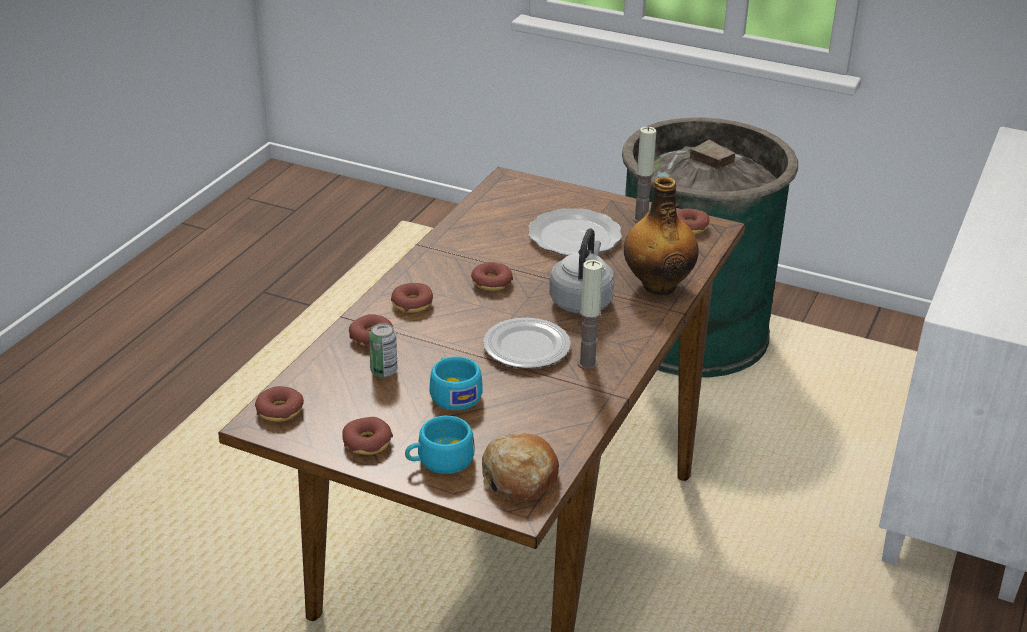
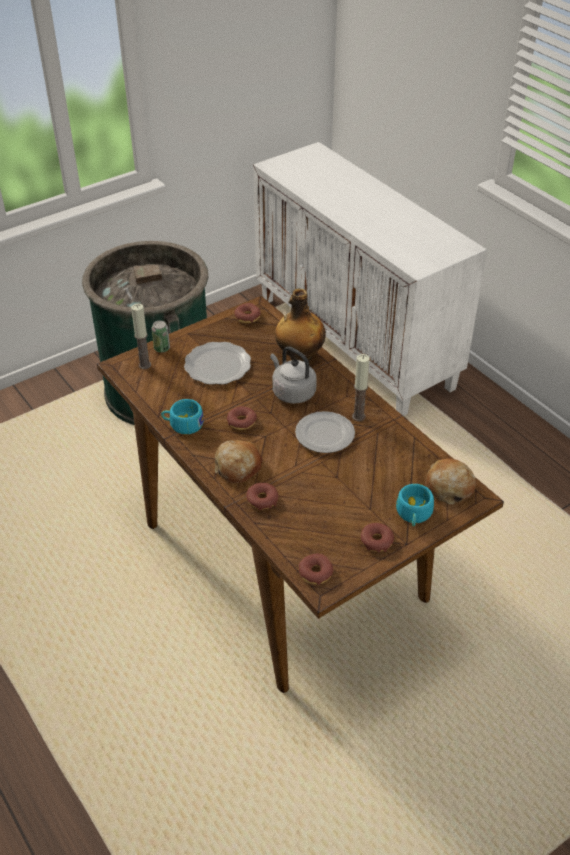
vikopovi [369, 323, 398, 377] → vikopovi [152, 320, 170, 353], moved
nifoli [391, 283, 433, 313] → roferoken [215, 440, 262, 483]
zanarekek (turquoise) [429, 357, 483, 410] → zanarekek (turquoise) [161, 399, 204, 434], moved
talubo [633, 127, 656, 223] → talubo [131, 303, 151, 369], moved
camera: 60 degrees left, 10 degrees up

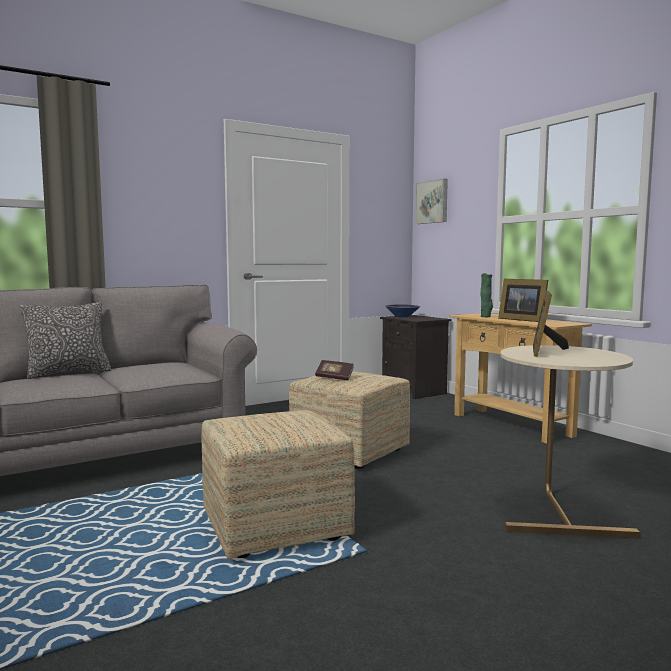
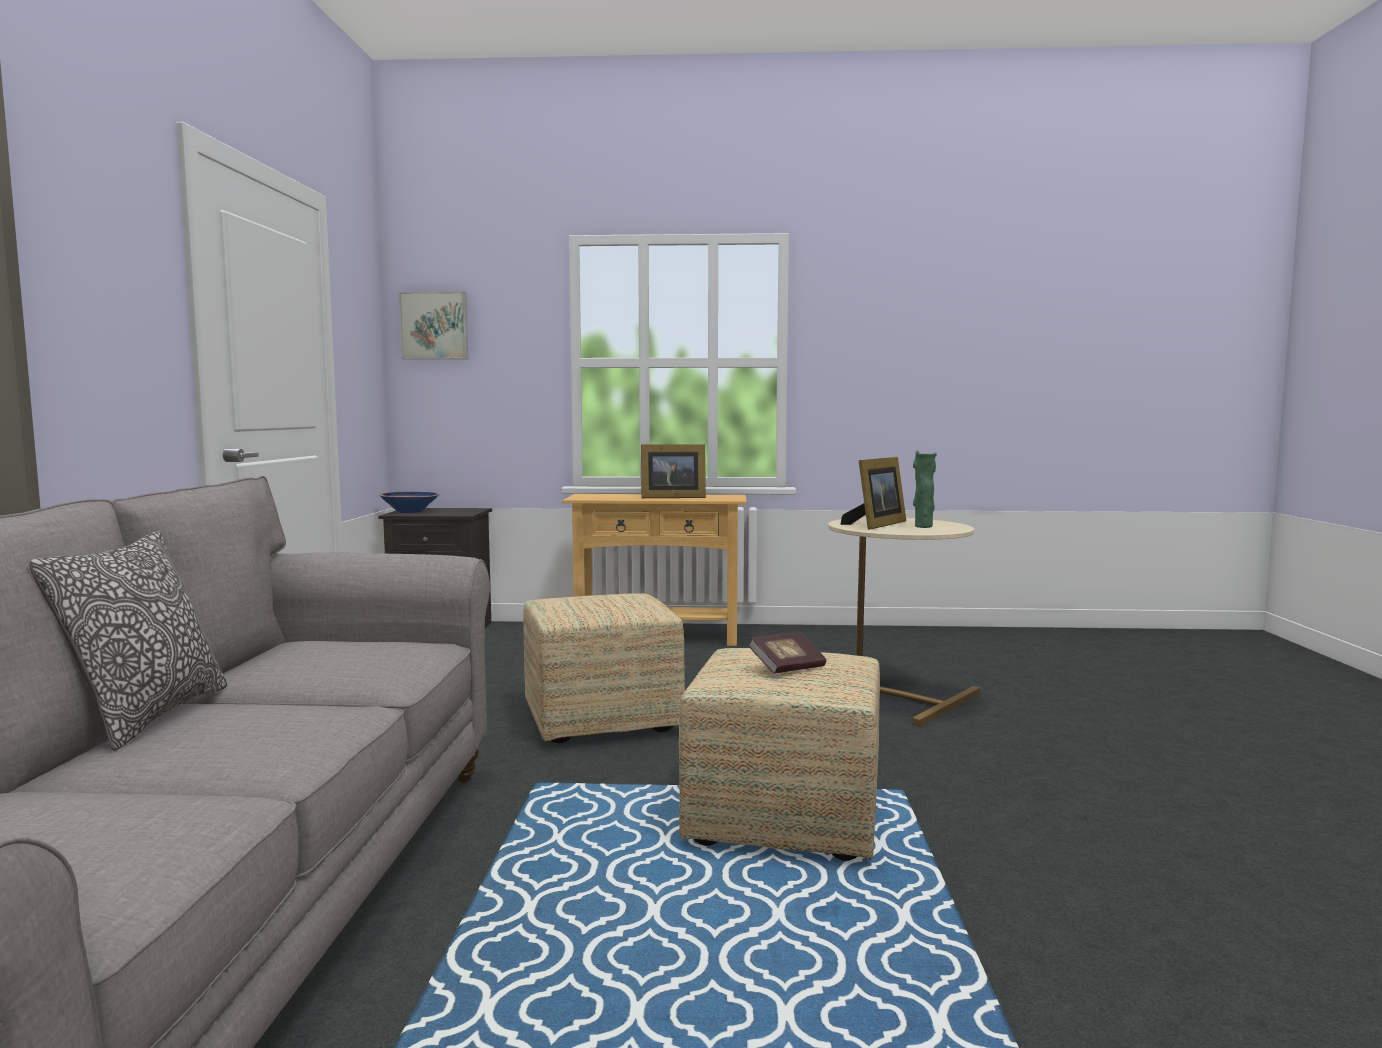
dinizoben [315, 360, 354, 381] → dinizoben [748, 632, 826, 674], moved
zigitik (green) [481, 273, 493, 317] → zigitik (green) [913, 451, 937, 528], moved
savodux [533, 291, 569, 357] → savodux [841, 457, 906, 530], 105 degrees counterclockwise
camera: 55 degrees left, 0 degrees up

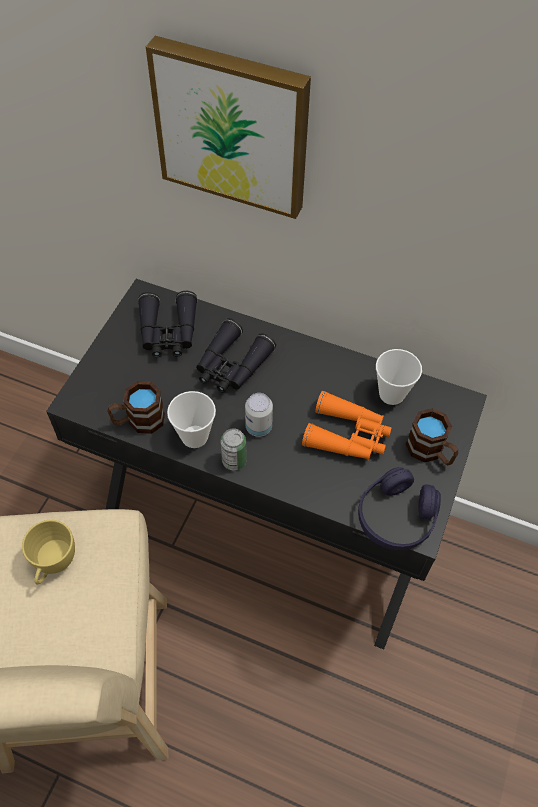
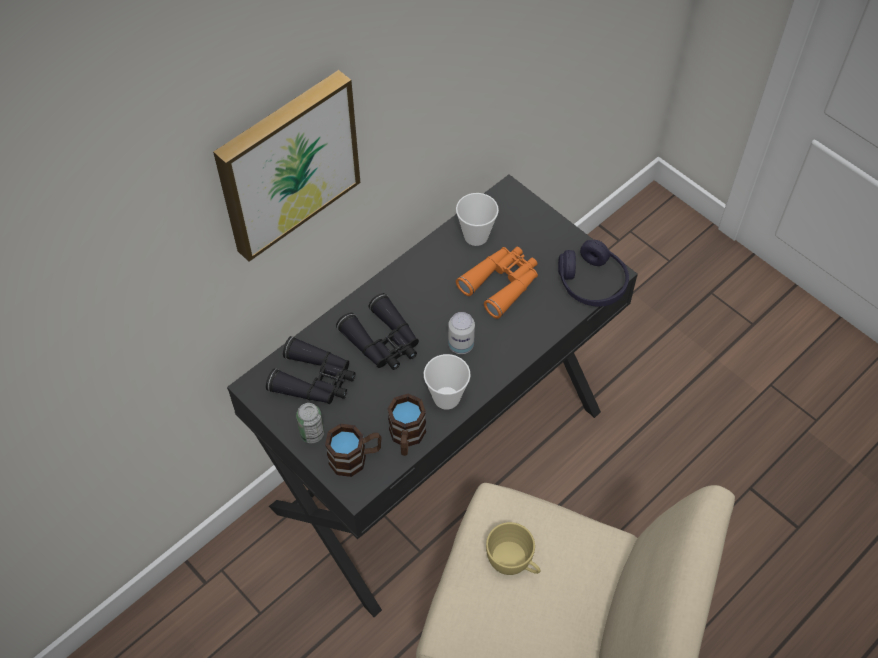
vikopovi [221, 428, 247, 471] → vikopovi [296, 403, 324, 443], moved
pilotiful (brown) [406, 408, 458, 465] → pilotiful (brown) [325, 424, 381, 477], moved
camera: 65 degrees left, 0 degrees up

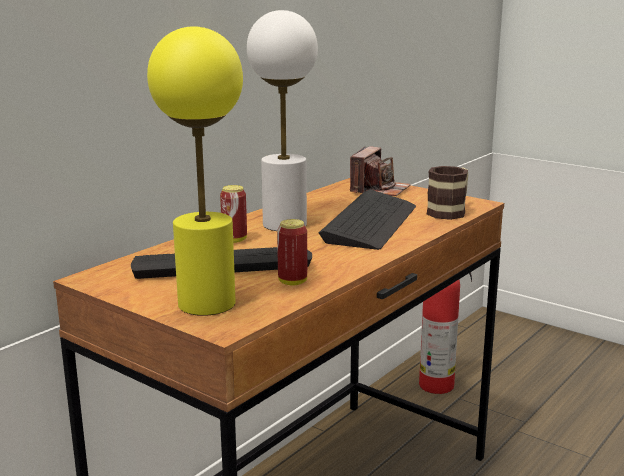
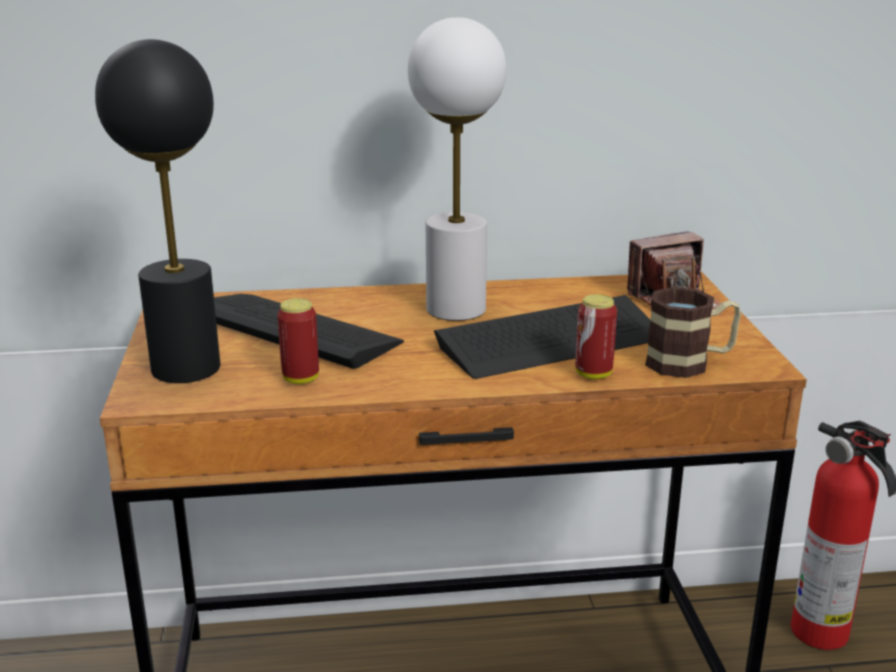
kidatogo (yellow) [147, 26, 243, 316] → kidatogo (black) [95, 39, 220, 383]
vikopovi [220, 185, 247, 243] → vikopovi [575, 294, 617, 379], moved
camera: 45 degrees right, 5 degrees up

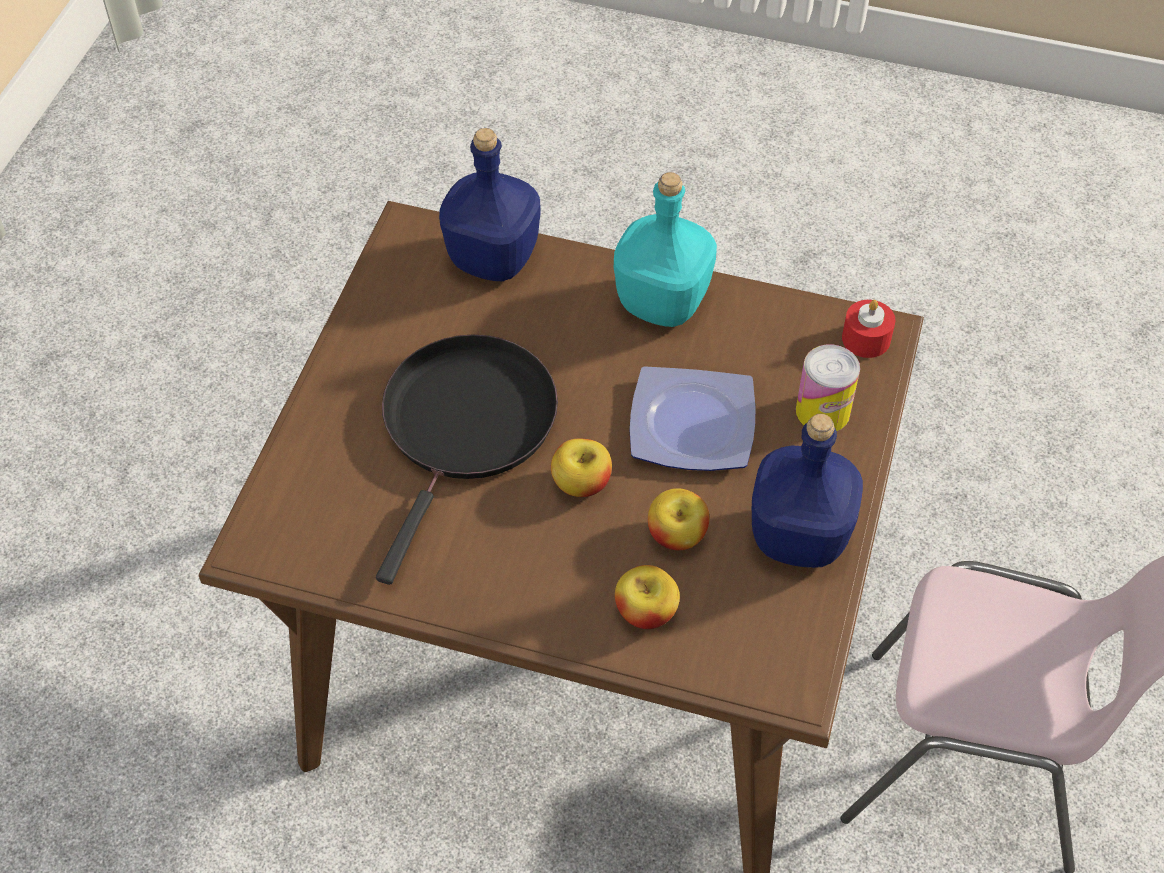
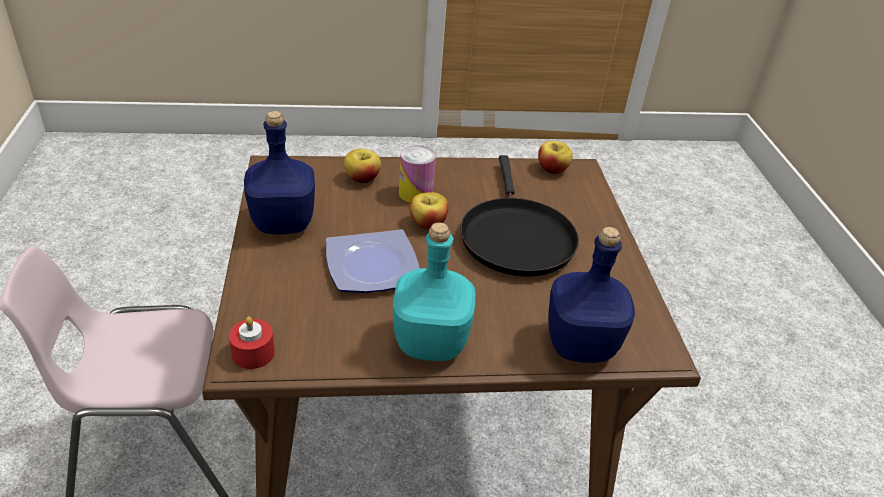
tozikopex [648, 488, 709, 550] → tozikopex [538, 141, 573, 174], moved
vikopovi [796, 345, 860, 431] → vikopovi [399, 146, 436, 203], moved
camera: 155 degrees right, 15 degrees down

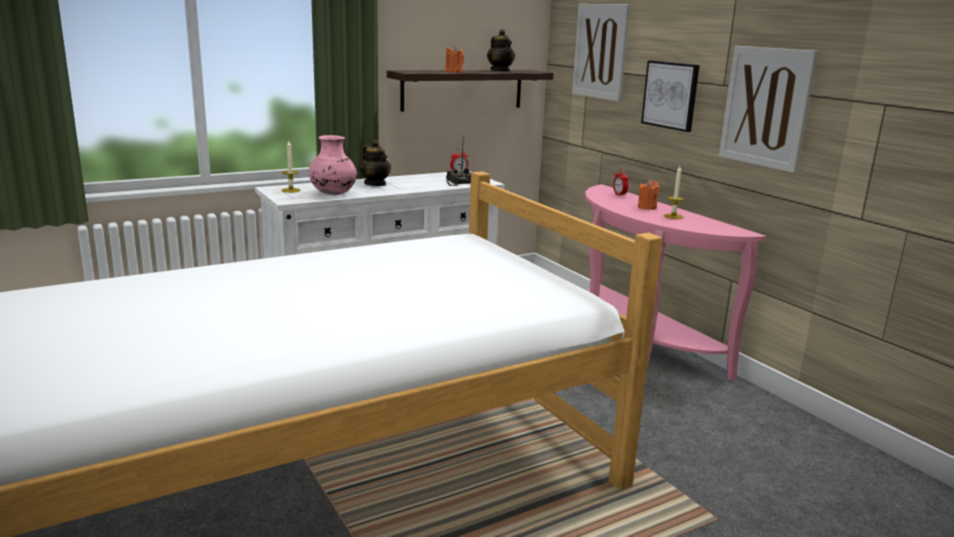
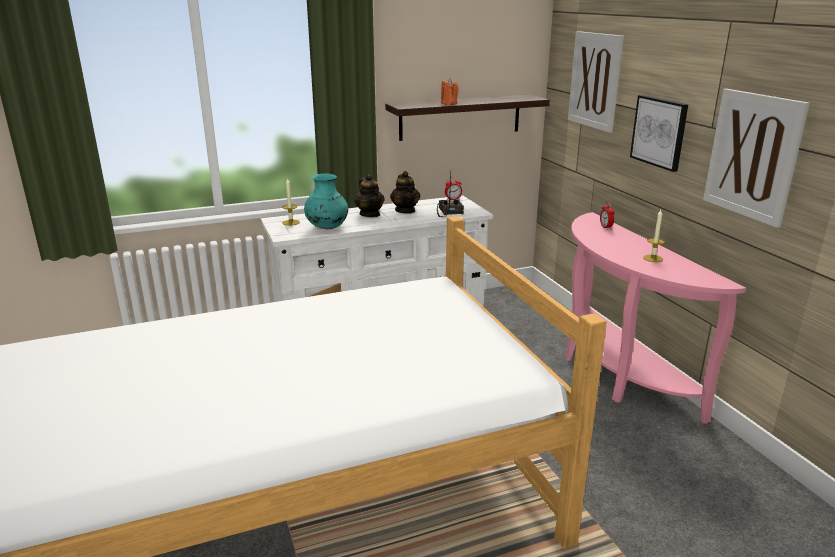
zigitik (pink) [308, 135, 357, 195] → zigitik (turquoise) [304, 173, 348, 229]
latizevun [487, 29, 515, 72] → latizevun [390, 171, 420, 214], moved
talubo (orange) [638, 180, 659, 210] → -
camera: 10 degrees right, 5 degrees up

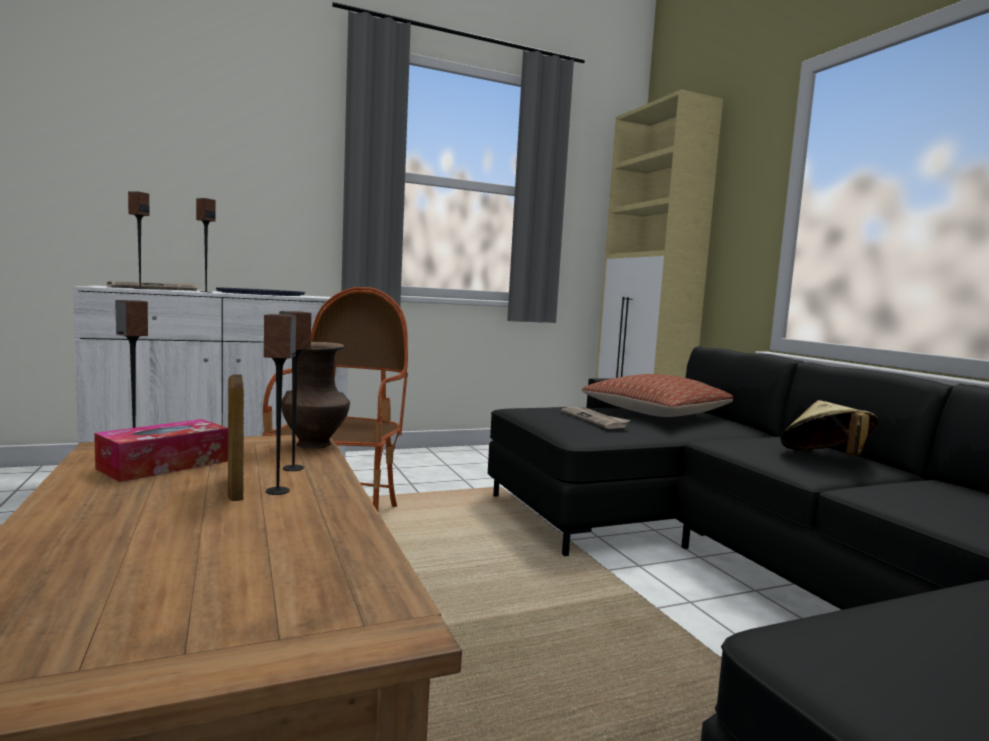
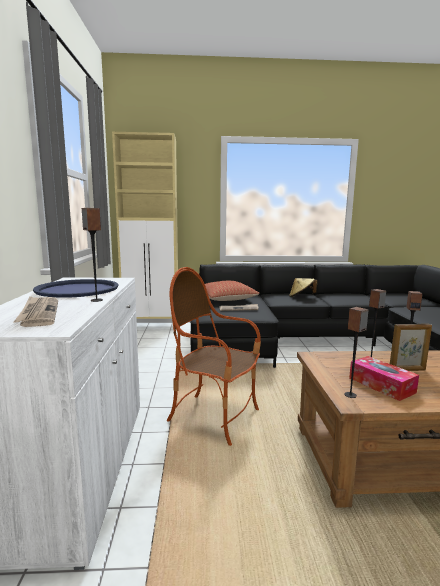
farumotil [128, 191, 149, 289] → -
zigitik (brown) [281, 342, 350, 449] → -
camera: 70 degrees left, 5 degrees up

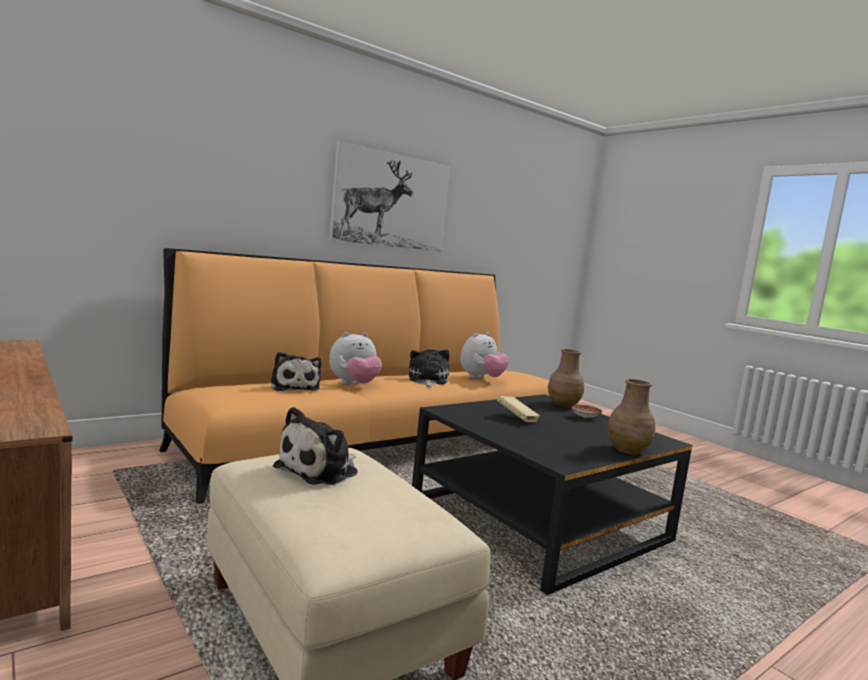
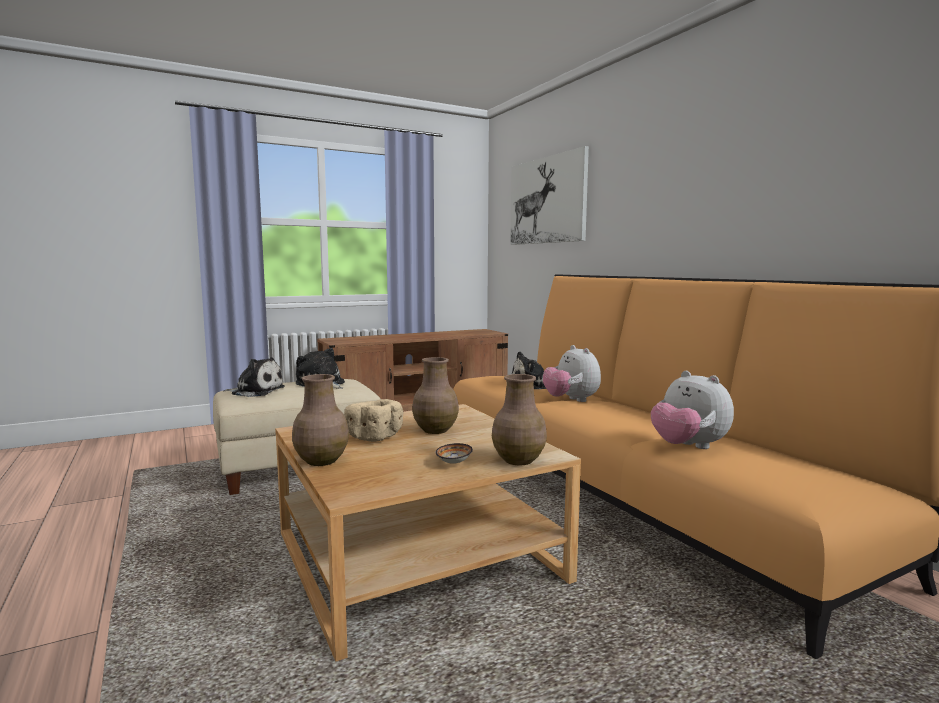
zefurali [329, 141, 450, 252] → zefurali [510, 146, 589, 245], moved
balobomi [408, 349, 449, 388] → balobomi [223, 357, 285, 397], moved
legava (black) [412, 394, 692, 595] → legava (beige) [275, 404, 581, 662]
dinizoben (beige) [497, 396, 540, 422] → zigitik (brown) [412, 357, 459, 434]
- → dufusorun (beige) [344, 399, 403, 442]
camera: 100 degrees right, 0 degrees up

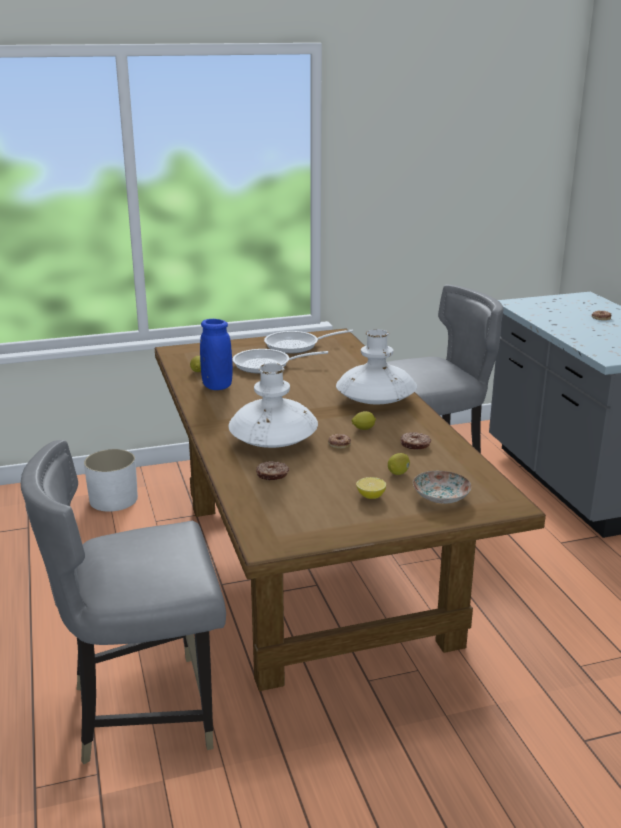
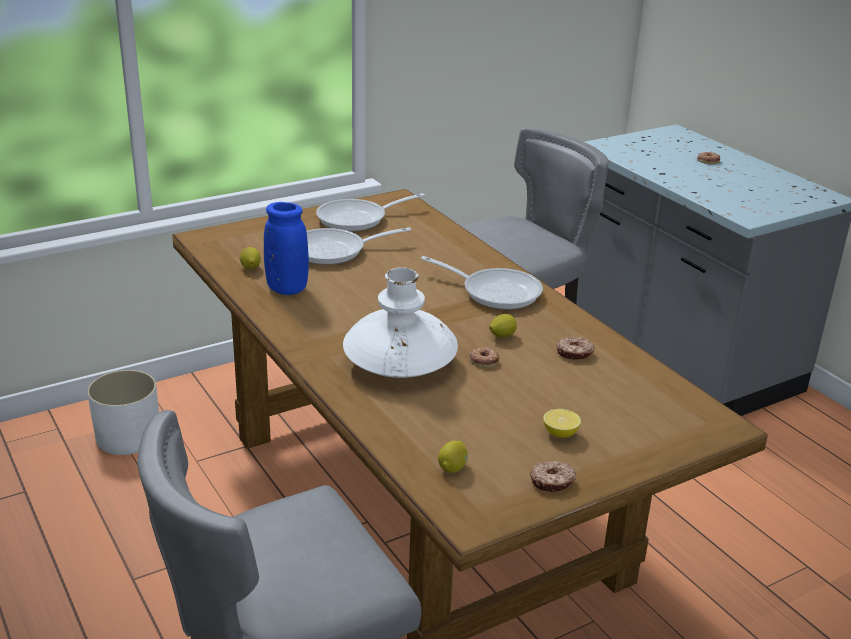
nifoli [256, 461, 289, 480] → nifoli [530, 461, 576, 492], moved
zigitik (white) [336, 329, 417, 404] → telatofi [421, 256, 543, 310]
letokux [388, 453, 410, 475] → letokux [438, 441, 468, 473], moved
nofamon [413, 471, 471, 504] → -
camera: 15 degrees left, 5 degrees up

